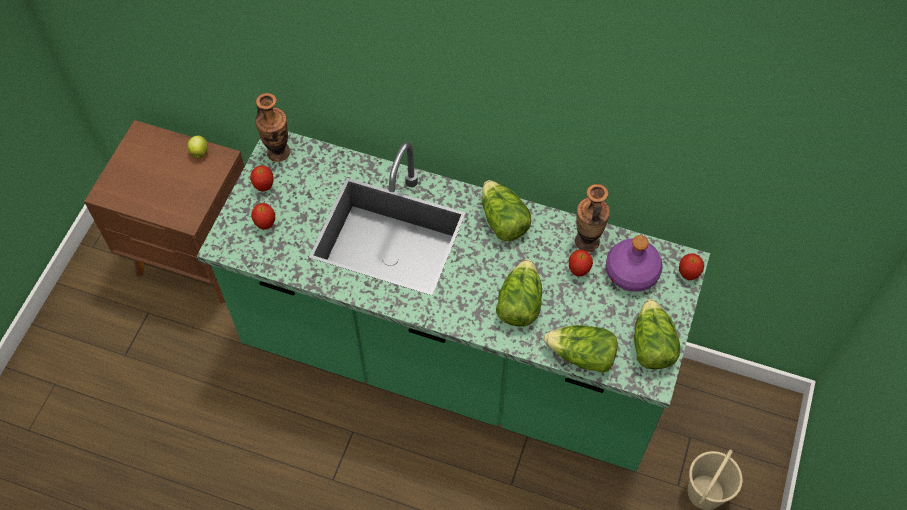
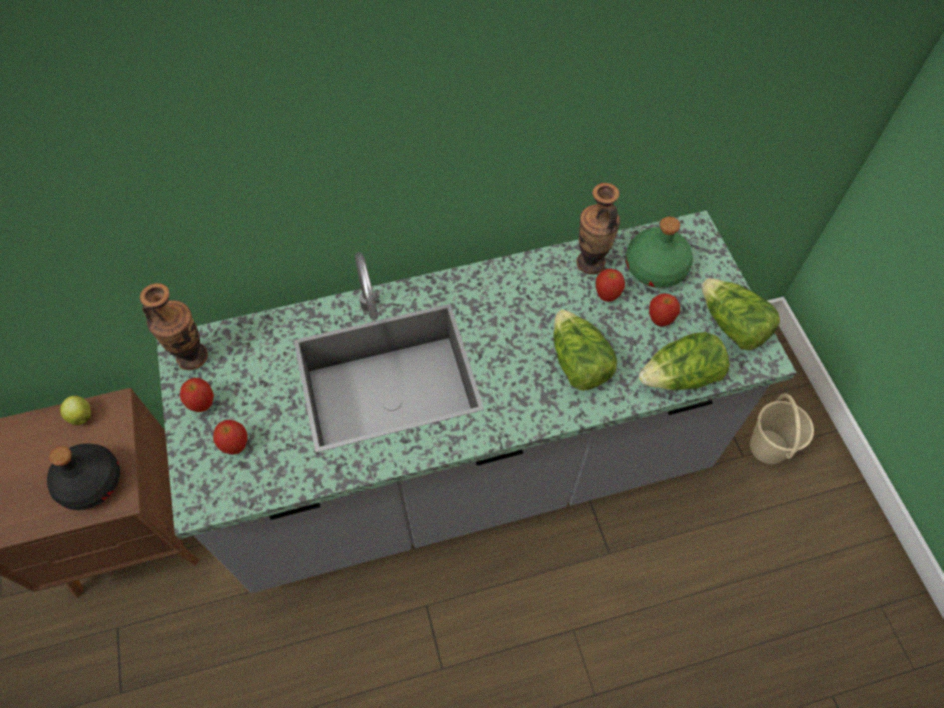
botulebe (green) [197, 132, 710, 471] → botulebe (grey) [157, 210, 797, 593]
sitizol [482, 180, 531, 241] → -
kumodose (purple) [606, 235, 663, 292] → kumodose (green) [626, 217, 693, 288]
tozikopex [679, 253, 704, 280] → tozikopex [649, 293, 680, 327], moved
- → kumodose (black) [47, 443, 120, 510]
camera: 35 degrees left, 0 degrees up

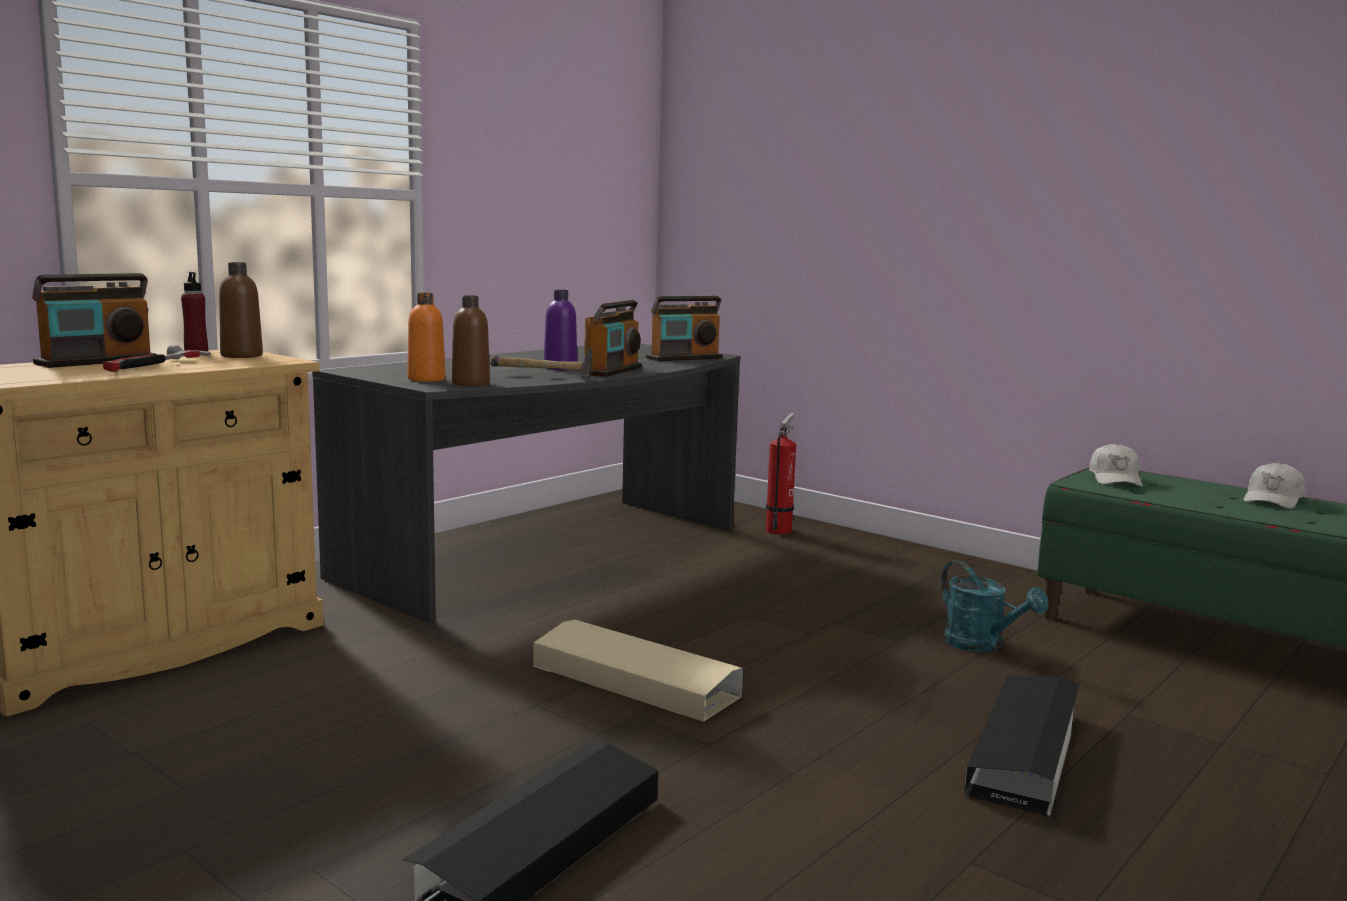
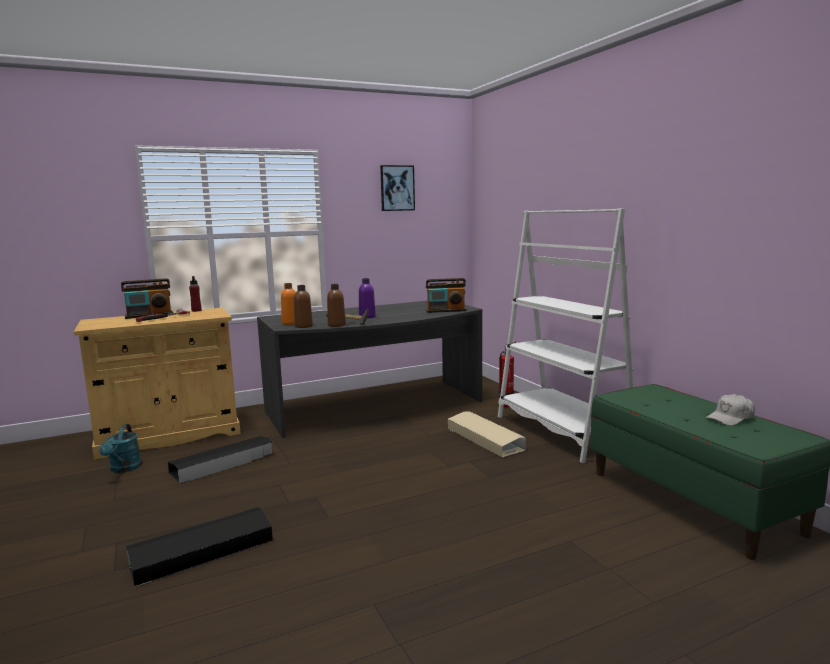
kumodose (brown) [219, 262, 263, 358] → kumodose (brown) [327, 284, 346, 327], moved
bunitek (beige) [533, 620, 743, 722] → bunitek (beige) [448, 411, 526, 457], moved
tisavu [584, 300, 642, 377] → -
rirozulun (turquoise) [941, 561, 1048, 652] → rirozulun (turquoise) [99, 424, 142, 473], moved
bunitek (black) [964, 676, 1080, 817] → bunitek (black) [168, 436, 273, 484], moved
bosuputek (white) [1089, 443, 1142, 487] → -
- → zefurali [380, 165, 415, 211]
- → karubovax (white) [498, 208, 633, 463]
camera: 25 degrees right, 0 degrees up

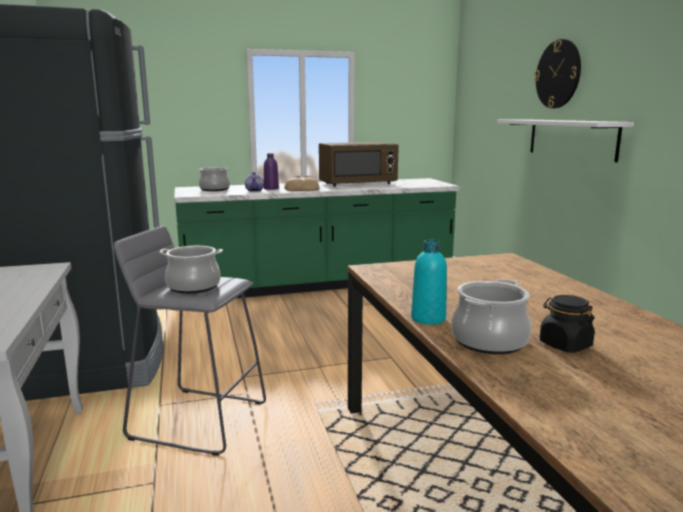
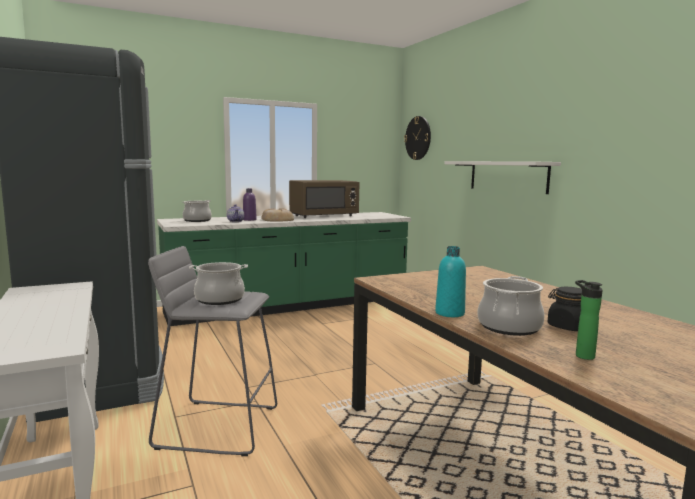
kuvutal [534, 39, 581, 108] → kuvutal [404, 116, 431, 160], moved
- → kumodose [575, 280, 602, 360]
camera: 10 degrees left, 5 degrees down

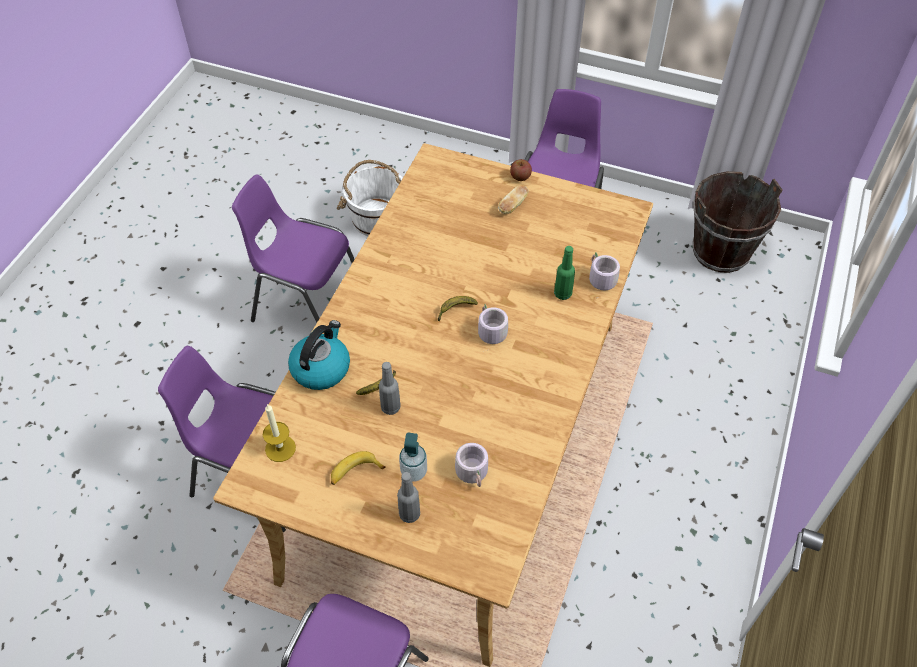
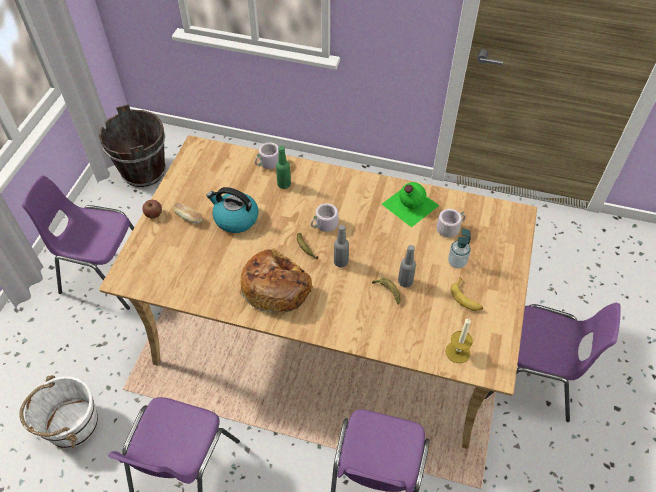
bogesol [288, 320, 350, 390] → bogesol [206, 187, 258, 233], moved
kumodose (grey) [397, 472, 420, 523] → kumodose (grey) [334, 225, 349, 267], moved
- → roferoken [240, 249, 313, 314]
- → kumodose (green) [382, 182, 439, 228]
camera: 95 degrees left, 0 degrees up

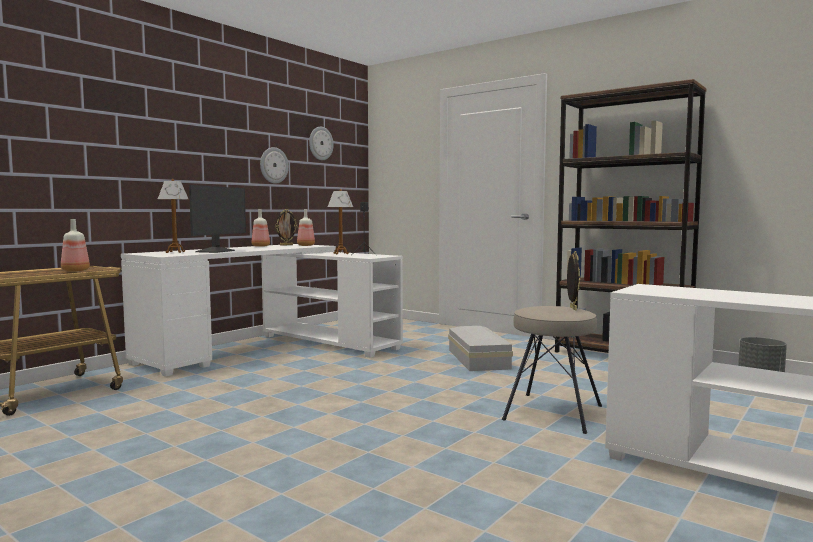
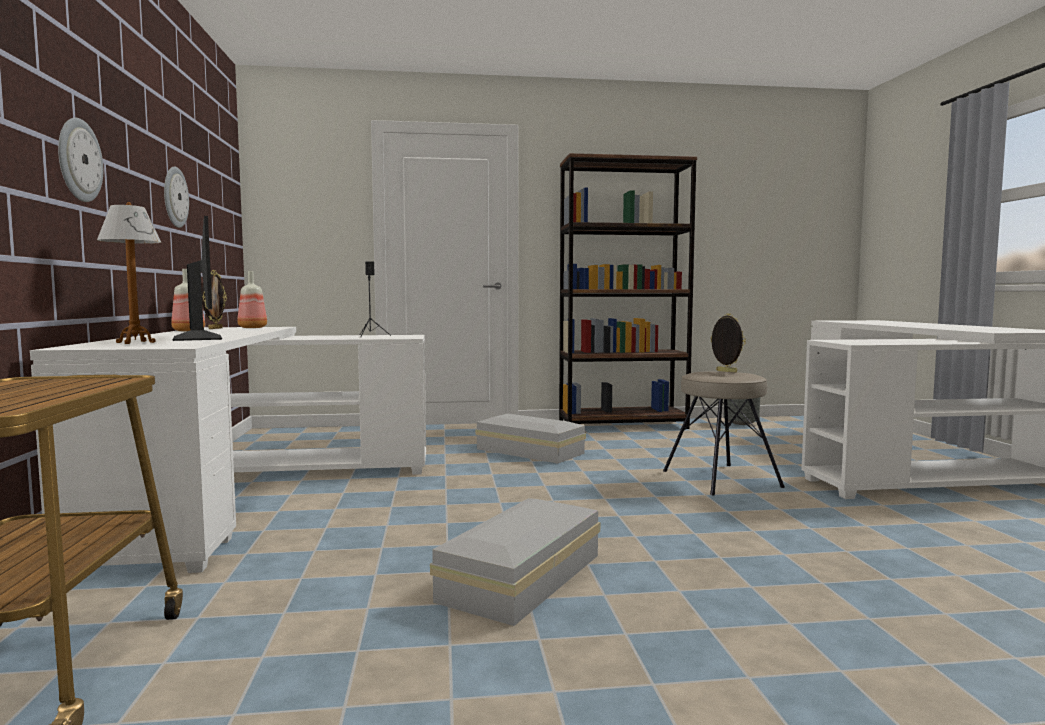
kumodose [61, 219, 90, 272] → -
kuvutal [309, 127, 334, 160] → kuvutal [58, 118, 103, 202], moved
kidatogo [328, 189, 353, 254] → -
- → bunitek (white) [430, 498, 600, 626]
camera: 45 degrees left, 0 degrees up

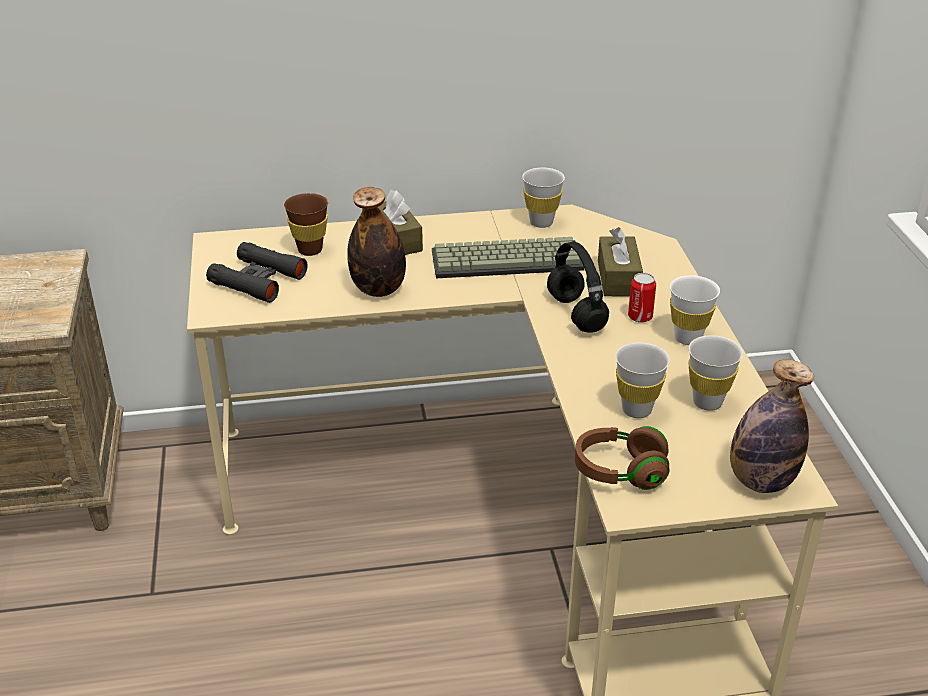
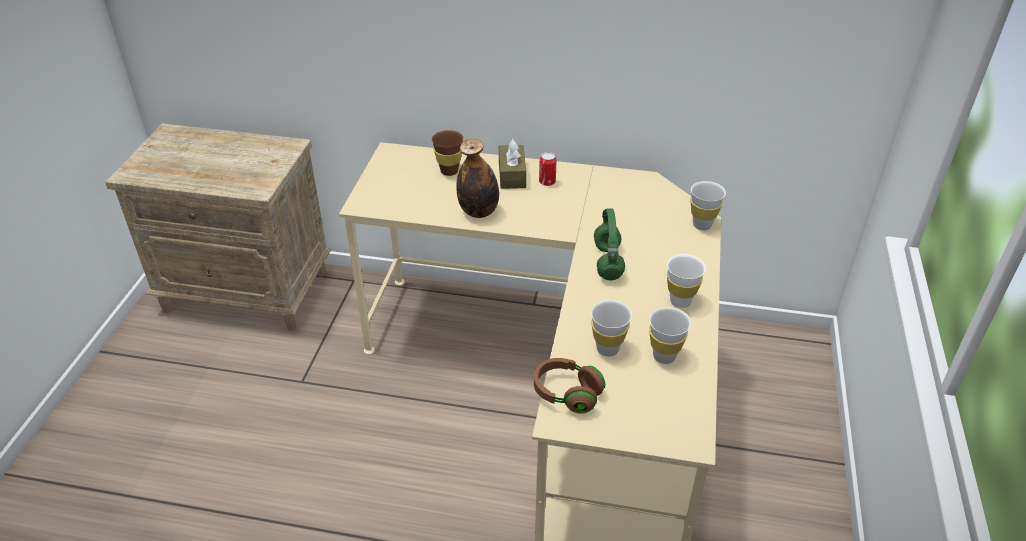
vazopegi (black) [206, 242, 308, 303] → -
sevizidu [432, 237, 584, 278] → -
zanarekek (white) [522, 168, 565, 228] → zanarekek (white) [690, 181, 726, 230], moved
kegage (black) [547, 241, 609, 333] → kegage (green) [594, 208, 625, 280]
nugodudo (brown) [598, 227, 643, 296] → -
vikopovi [628, 273, 656, 323] → vikopovi [539, 152, 557, 186], moved
kumodose [730, 359, 814, 493] → -
camera: 20 degrees right, 5 degrees up

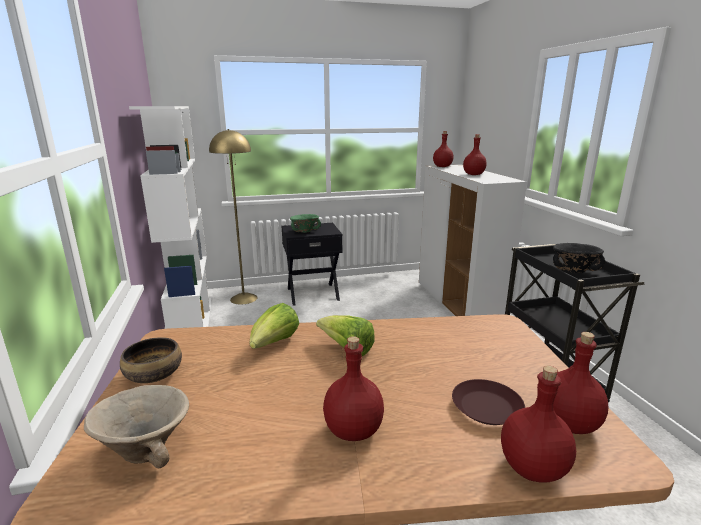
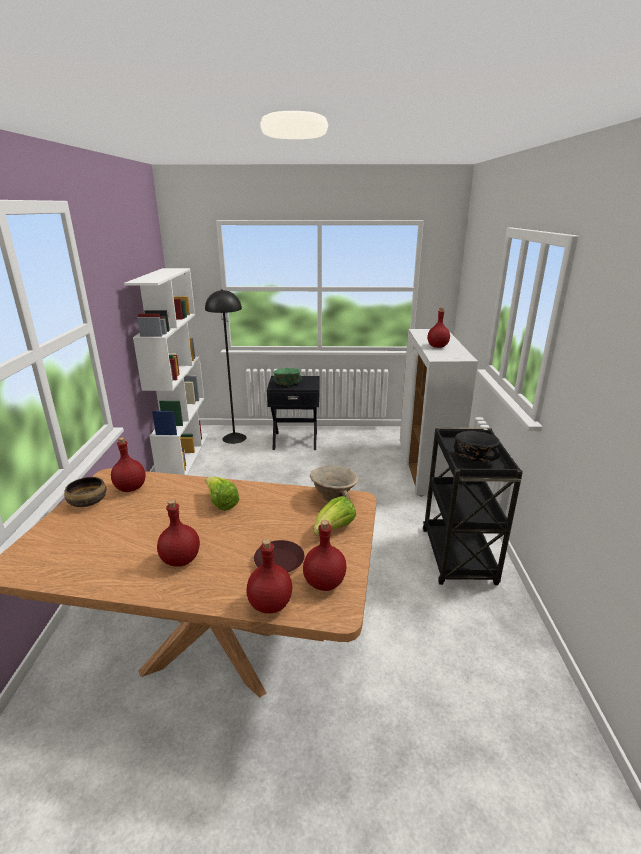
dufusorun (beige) [84, 385, 189, 468] → dufusorun (beige) [310, 465, 359, 502], moved
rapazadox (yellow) [209, 129, 257, 305] → rapazadox (black) [205, 289, 246, 444]
sitizol [250, 303, 299, 349] → sitizol [314, 496, 356, 534], moved
kumodose (red) [433, 131, 453, 167] → kumodose (red) [111, 437, 146, 492], moved
camera: 15 degrees right, 5 degrees up

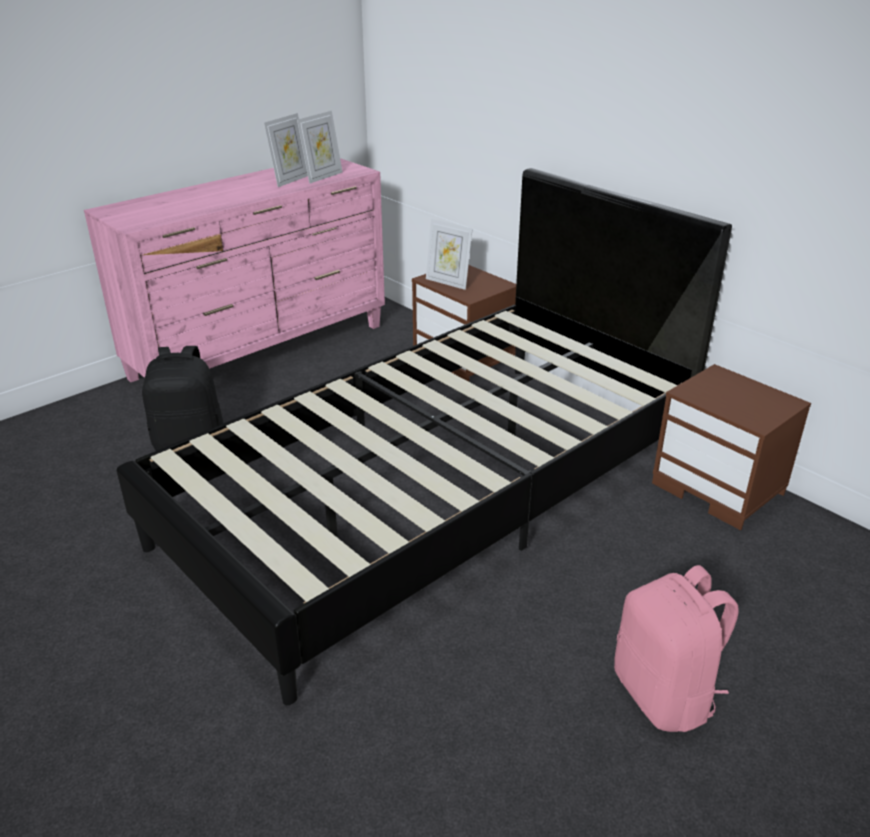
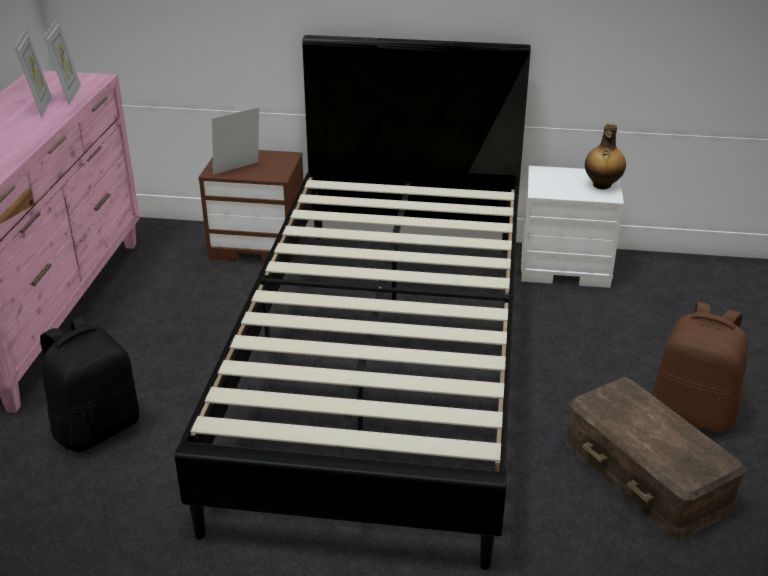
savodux [426, 219, 473, 290] → savodux [212, 107, 259, 175], 150 degrees clockwise
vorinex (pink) [614, 565, 739, 732] → vorinex (brown) [652, 302, 748, 433]
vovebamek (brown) [652, 364, 811, 530] → vovebamek (white) [521, 166, 624, 288]
- → bunitek (brown) [564, 377, 747, 541]
- → kumodose [585, 124, 626, 189]
camera: 40 degrees left, 0 degrees up

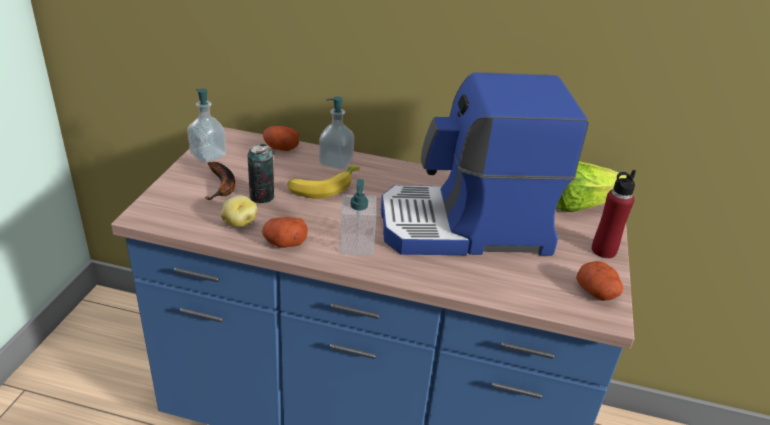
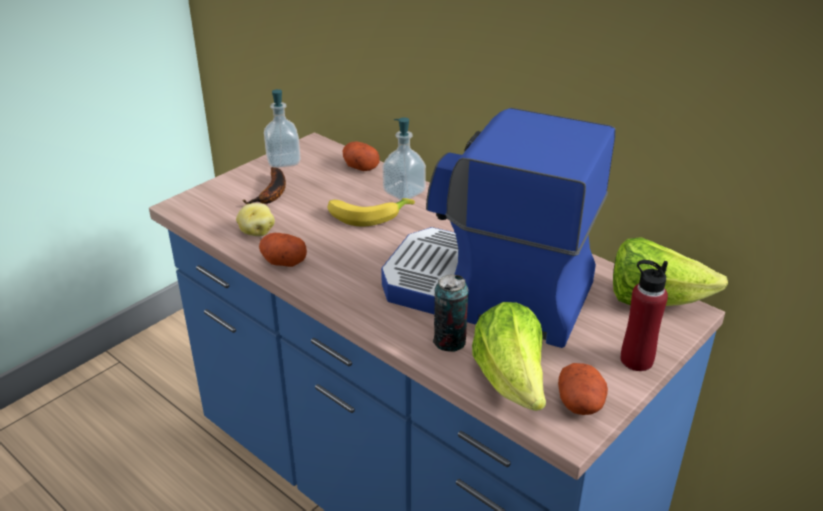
vikopovi [247, 144, 274, 203] → vikopovi [433, 275, 469, 352], moved
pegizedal [340, 179, 376, 255] → -
- → sitizol [472, 302, 546, 411]
camera: 30 degrees right, 0 degrees up

